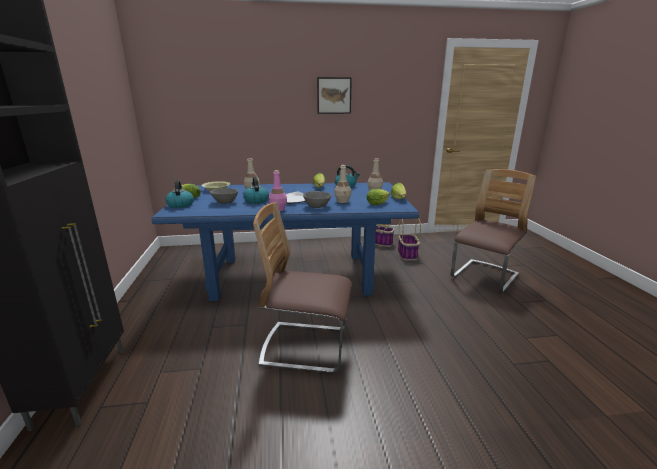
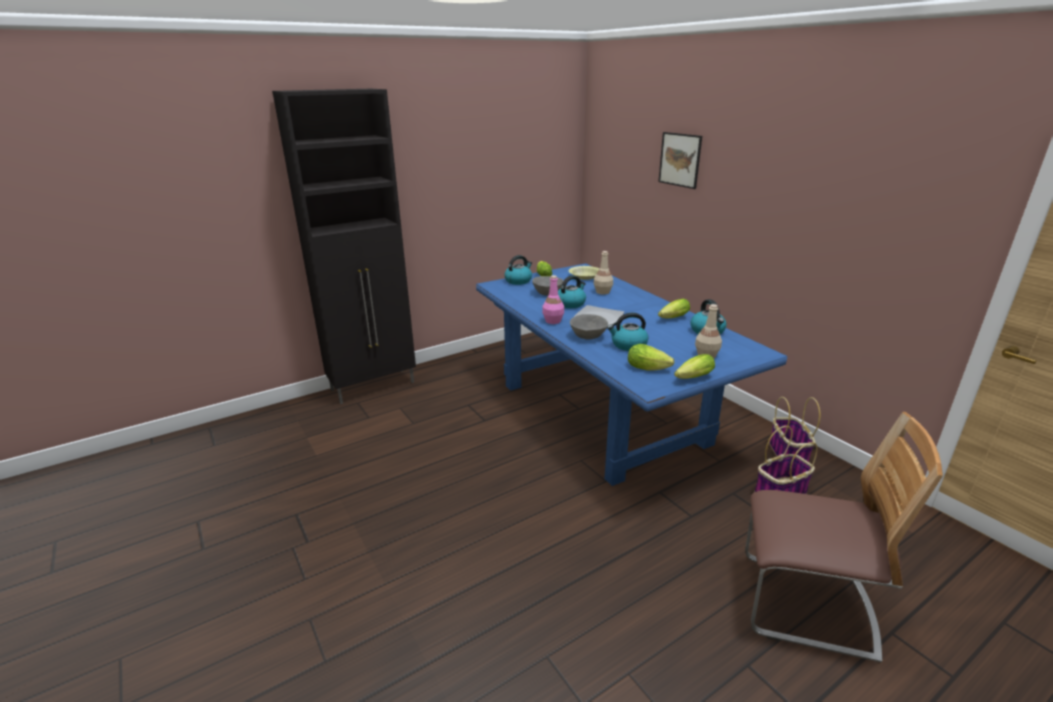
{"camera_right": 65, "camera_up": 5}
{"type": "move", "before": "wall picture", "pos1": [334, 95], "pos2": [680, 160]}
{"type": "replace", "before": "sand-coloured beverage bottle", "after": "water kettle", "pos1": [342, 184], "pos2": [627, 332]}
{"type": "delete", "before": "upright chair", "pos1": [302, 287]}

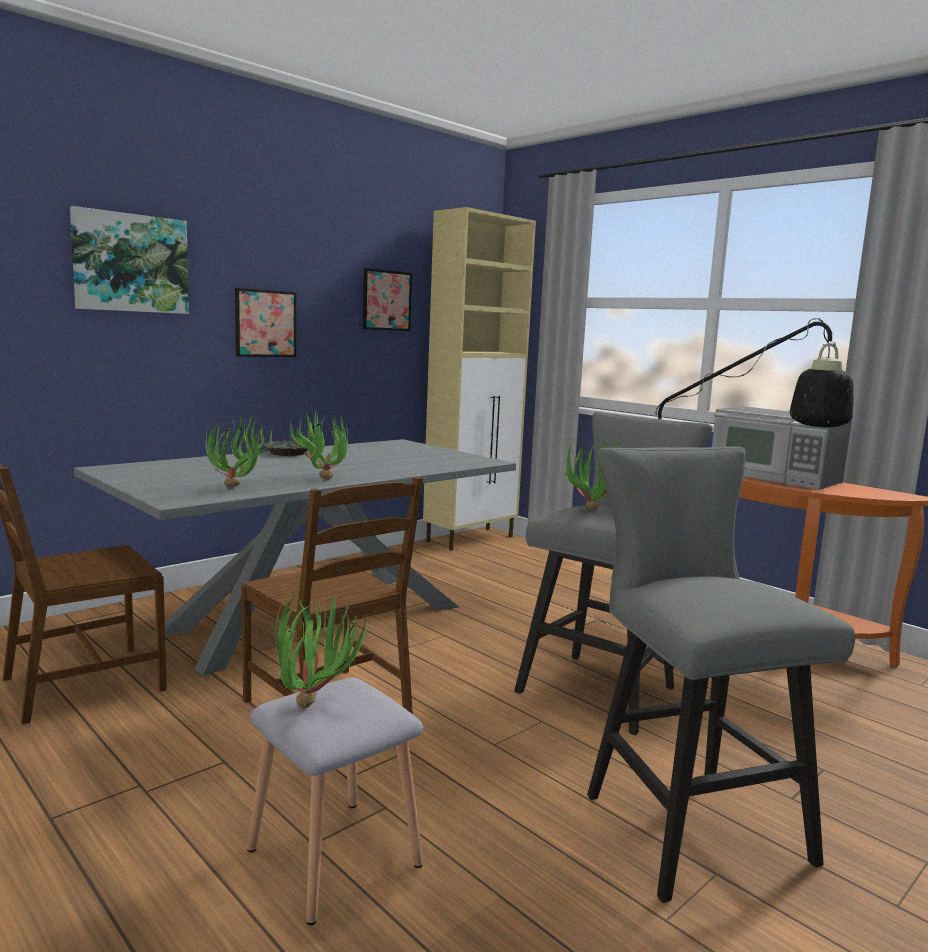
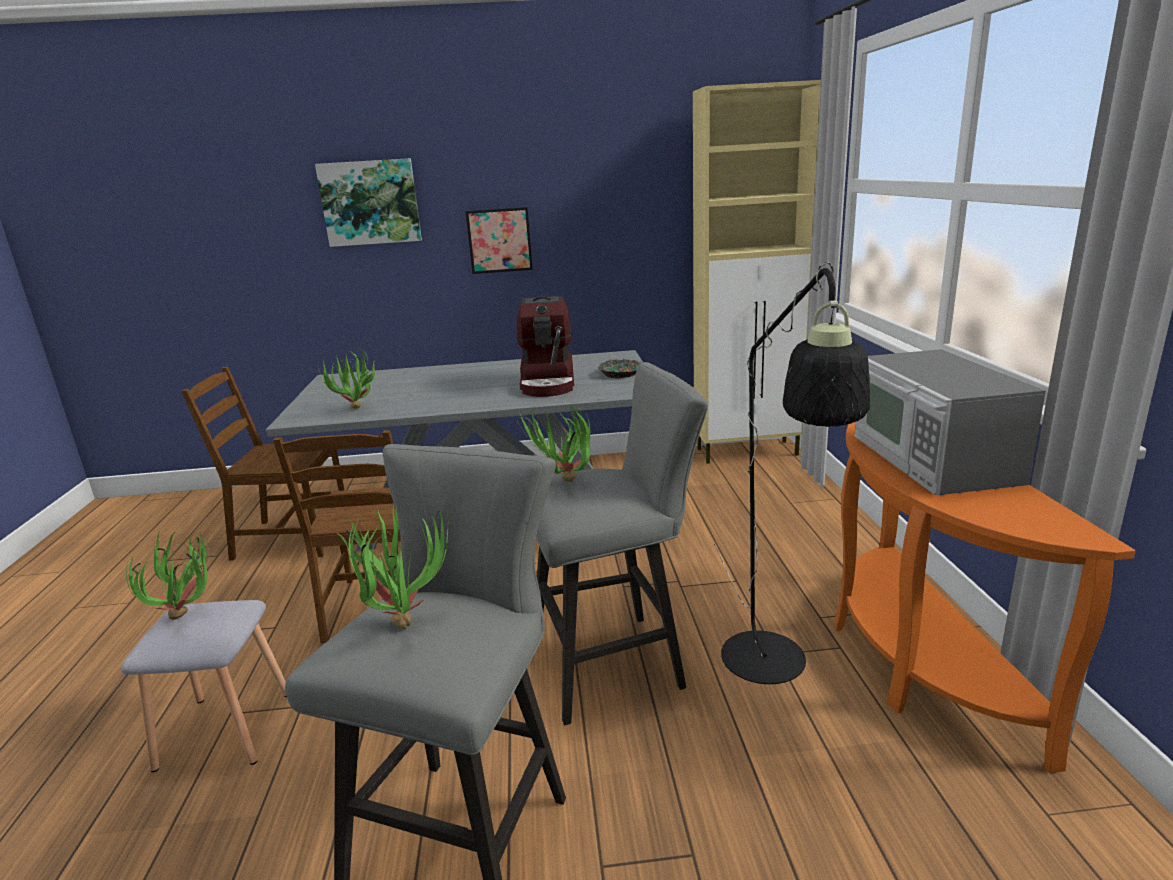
{"camera_right": 40, "camera_up": 10}
{"type": "delete", "before": "wall picture", "pos1": [387, 299]}
{"type": "move", "before": "plant in a pot", "pos1": [318, 445], "pos2": [392, 566]}
{"type": "move", "before": "serving bowl", "pos1": [285, 448], "pos2": [619, 369]}
{"type": "insert", "after": "coffee maker", "pos2": [545, 346]}

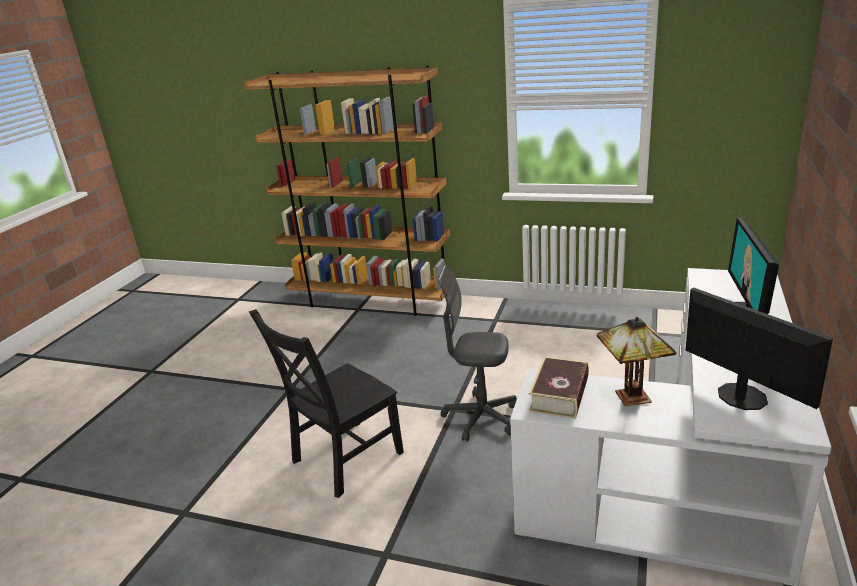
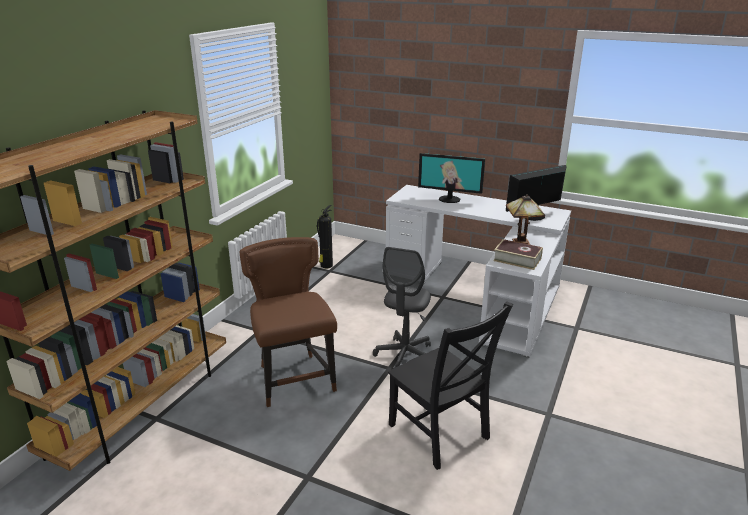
{"camera_right": -85, "camera_up": 0}
{"type": "insert", "after": "fire-fighting cylinder", "pos2": [325, 236]}
{"type": "insert", "after": "brown-coloured upright chair", "pos2": [288, 322]}

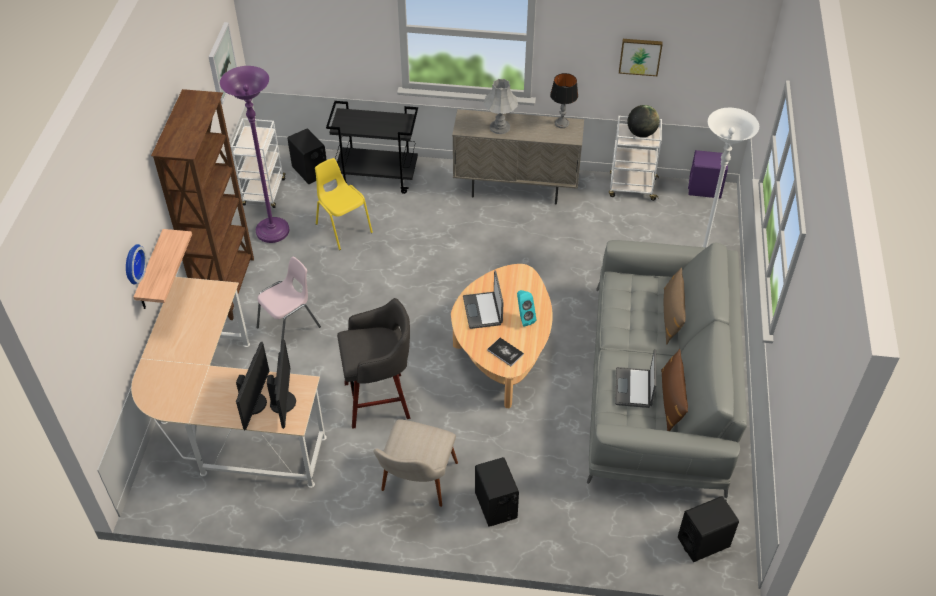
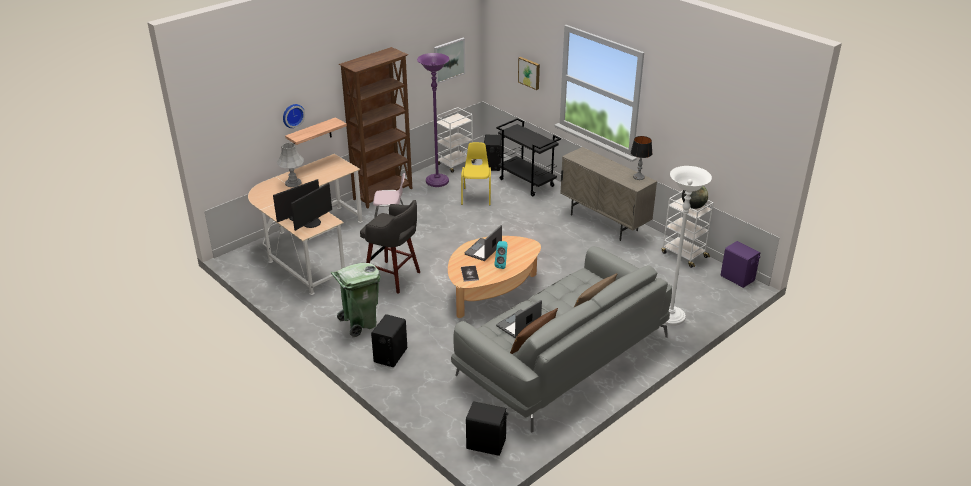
{"camera_right": 40, "camera_up": -15}
{"type": "move", "before": "wall picture", "pos1": [641, 57], "pos2": [529, 73]}
{"type": "move", "before": "grey lamp for a table", "pos1": [501, 106], "pos2": [290, 165]}
{"type": "replace", "before": "sand-coloured upright chair", "after": "greenish trash can", "pos1": [415, 463], "pos2": [356, 300]}

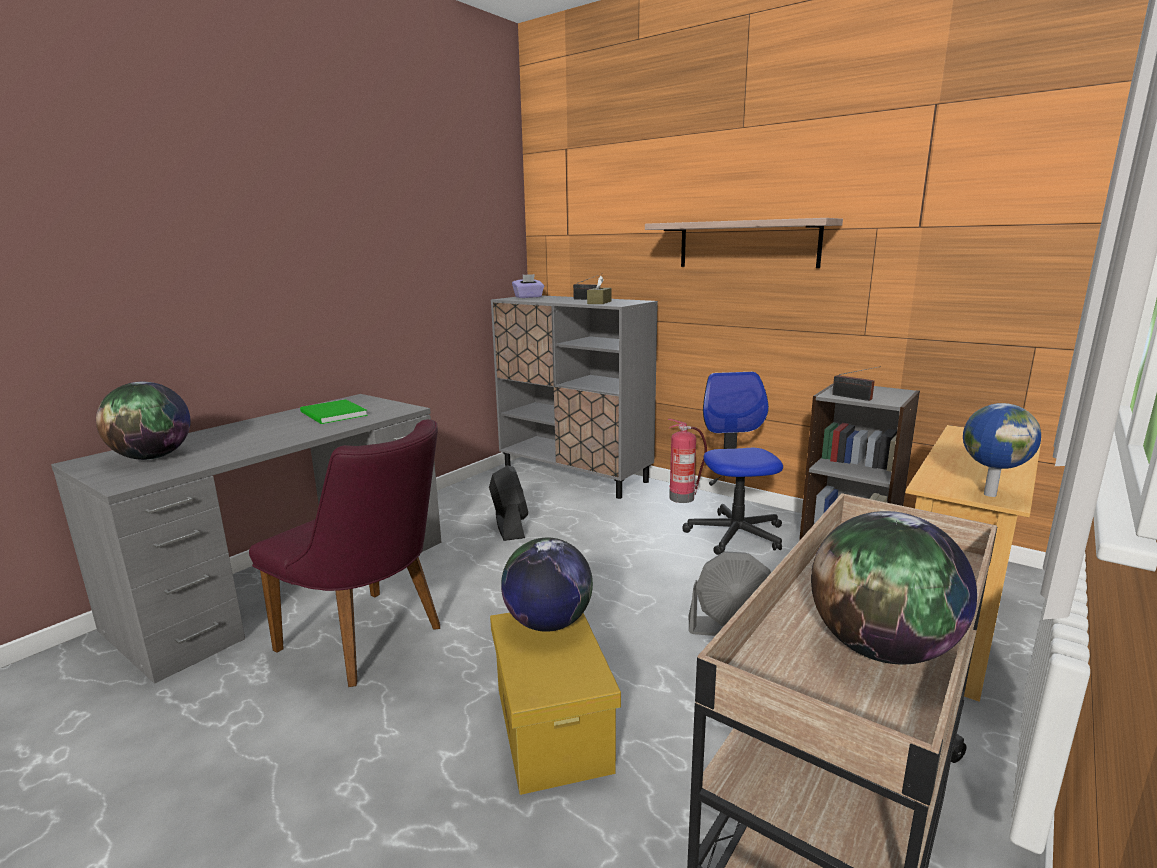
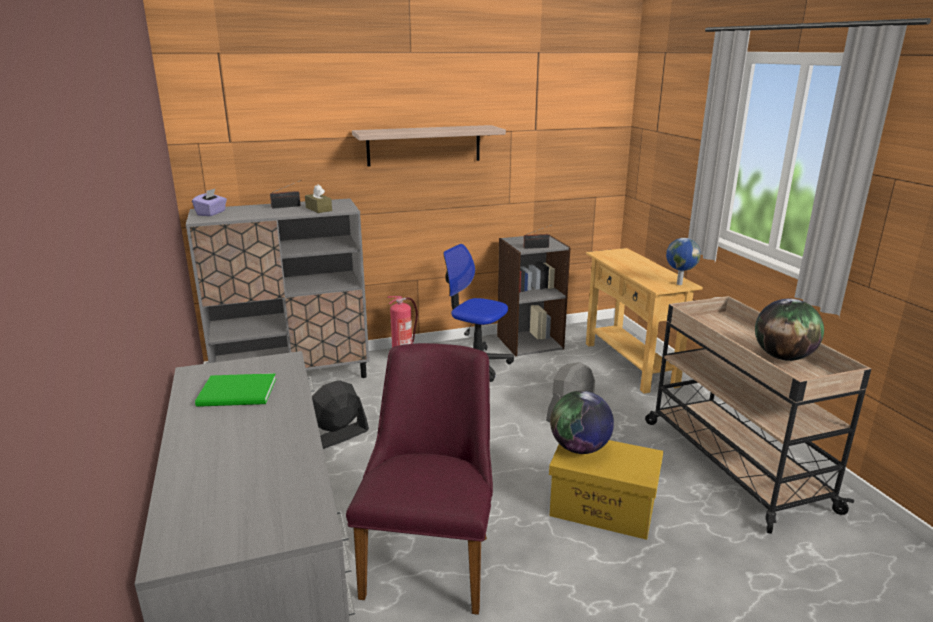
{"camera_right": -55, "camera_up": 5}
{"type": "delete", "before": "desk globe", "pos1": [143, 421]}
{"type": "rotate", "before": "purplish upright chair", "pos1": [344, 553], "pos2": [419, 479], "turn": -60}
{"type": "rotate", "before": "black-coloured cooling fan", "pos1": [508, 503], "pos2": [340, 415], "turn": -60}

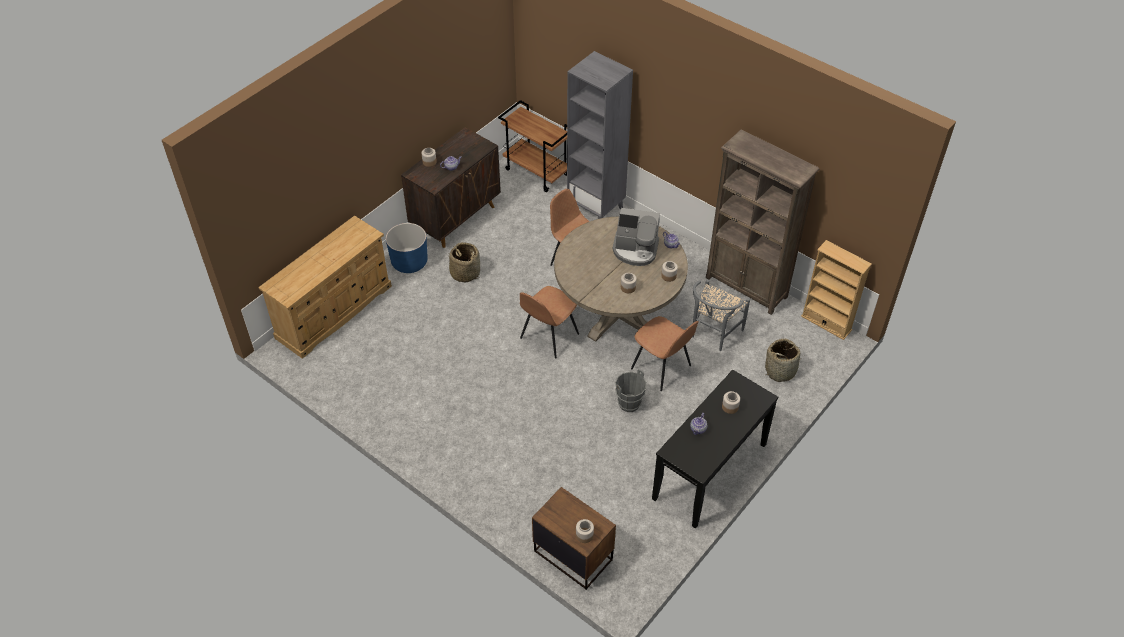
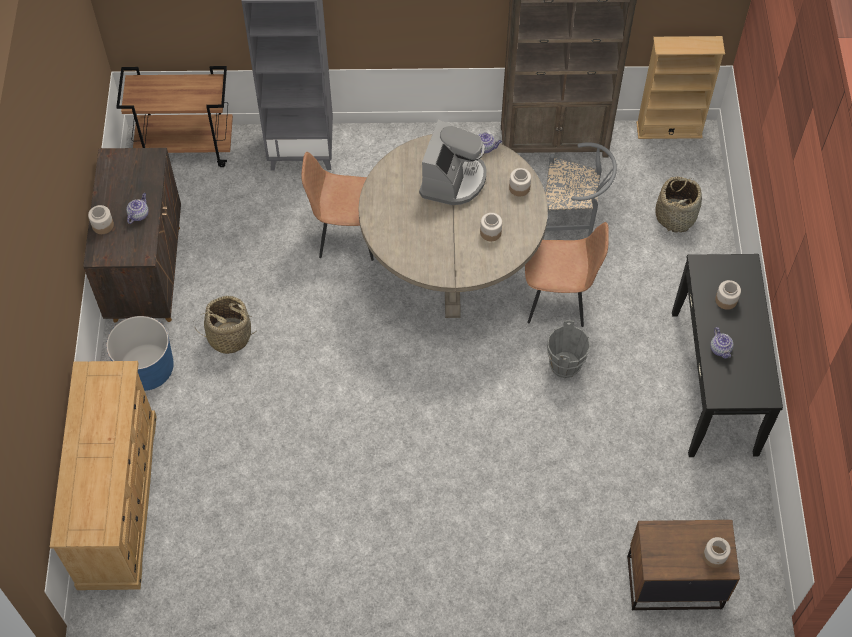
{"camera_right": -40, "camera_up": 10}
{"type": "rotate", "before": "coffee maker", "pos1": [636, 237], "pos2": [453, 162], "turn": -45}
{"type": "rotate", "before": "grey upright chair", "pos1": [721, 315], "pos2": [579, 191], "turn": -75}
{"type": "delete", "before": "brown-coloured upright chair", "pos1": [549, 322]}

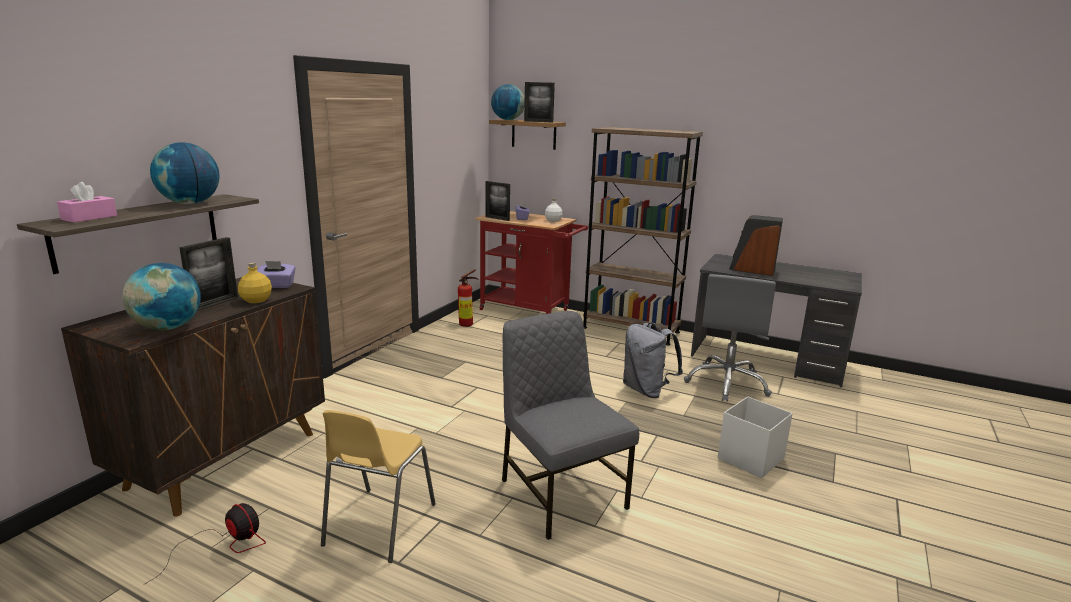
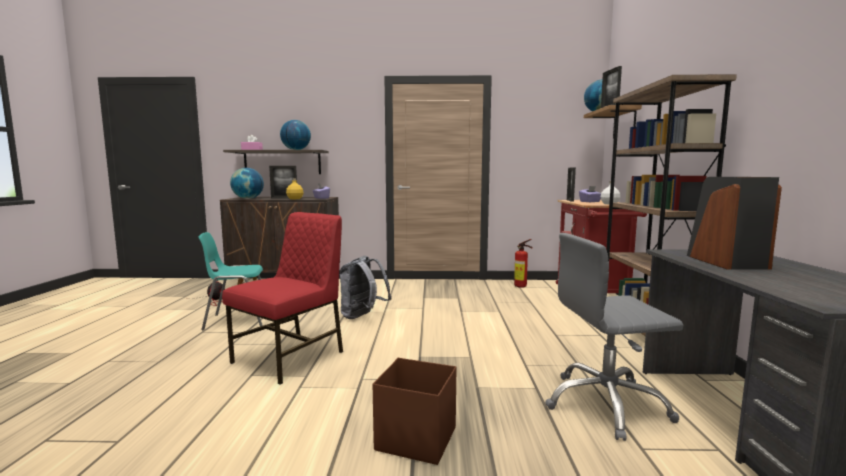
{"camera_right": 65, "camera_up": -10}
{"type": "recolor", "before": "grey upright chair", "after": "reddish upright chair", "pos1": [570, 425], "pos2": [282, 298]}
{"type": "move", "before": "grey backpack", "pos1": [653, 360], "pos2": [366, 287]}
{"type": "recolor", "before": "whitish storage box", "after": "brown-coloured storage box", "pos1": [755, 437], "pos2": [414, 411]}
{"type": "recolor", "before": "yellow-coloured upright chair", "after": "blue-green upright chair", "pos1": [378, 486], "pos2": [230, 281]}

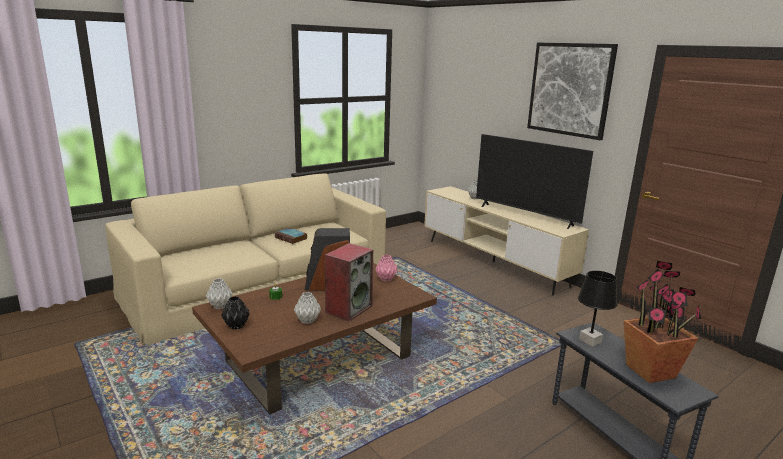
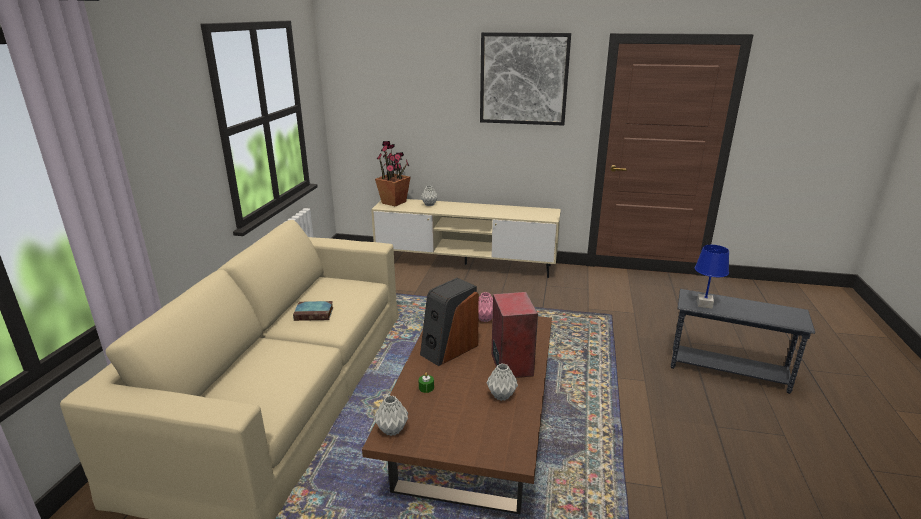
{"camera_right": -40, "camera_up": 5}
{"type": "delete", "before": "TV", "pos1": [534, 181]}
{"type": "move", "before": "plant in a pot", "pos1": [663, 322], "pos2": [393, 174]}
{"type": "recolor", "before": "black-coloured lamp for a table", "after": "bluish lamp for a table", "pos1": [597, 309], "pos2": [712, 277]}
{"type": "delete", "before": "black-coloured decorative vase", "pos1": [235, 312]}

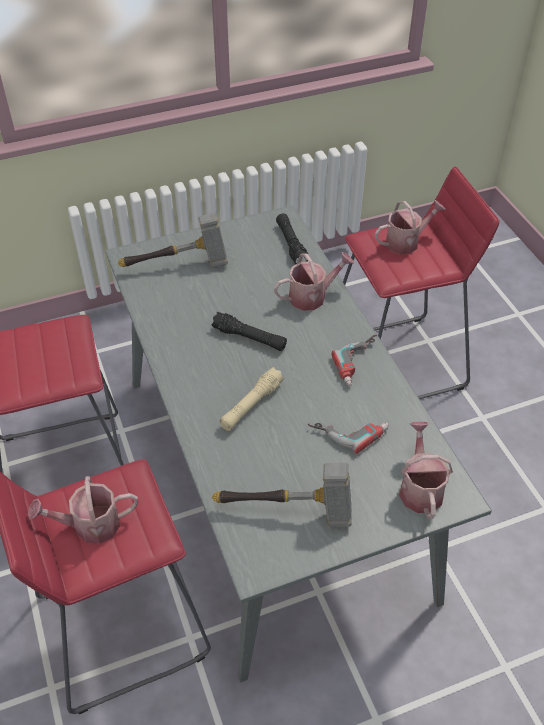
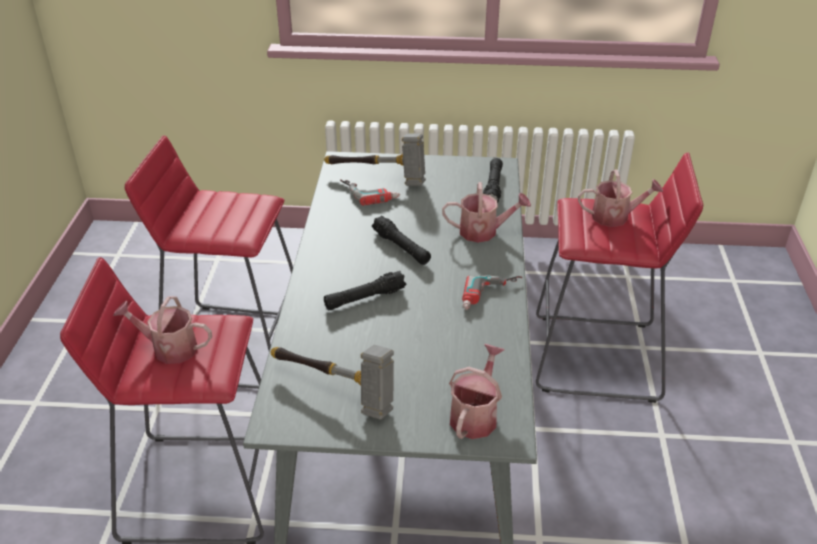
{"camera_right": 25, "camera_up": -10}
{"type": "recolor", "before": "sand-coloured torch", "after": "black-coloured torch", "pos1": [251, 399], "pos2": [365, 290]}
{"type": "move", "before": "drill", "pos1": [348, 438], "pos2": [370, 192]}

